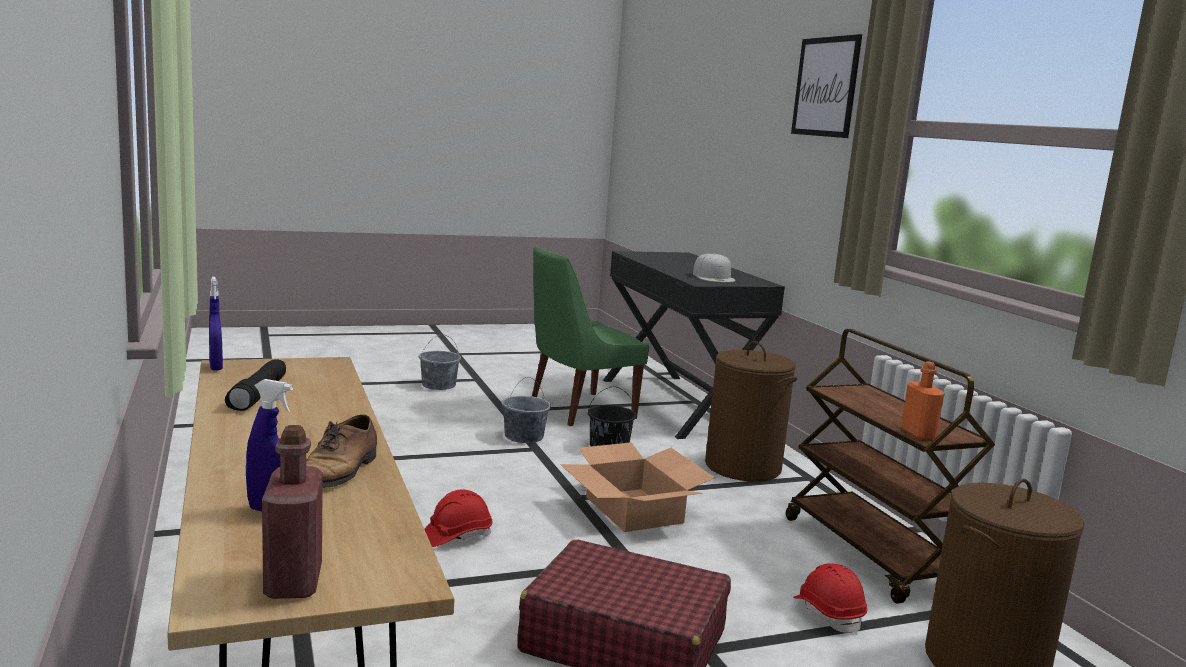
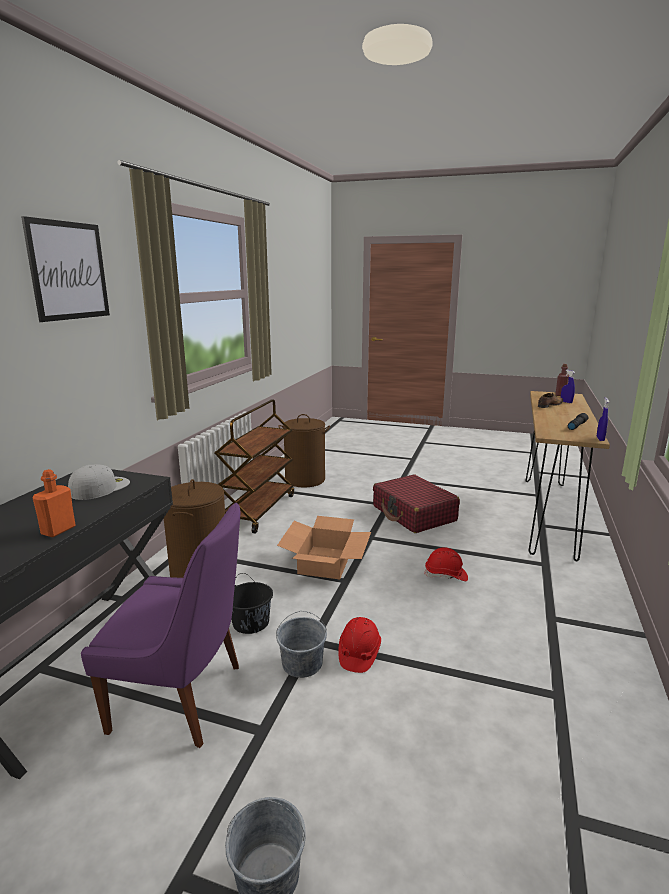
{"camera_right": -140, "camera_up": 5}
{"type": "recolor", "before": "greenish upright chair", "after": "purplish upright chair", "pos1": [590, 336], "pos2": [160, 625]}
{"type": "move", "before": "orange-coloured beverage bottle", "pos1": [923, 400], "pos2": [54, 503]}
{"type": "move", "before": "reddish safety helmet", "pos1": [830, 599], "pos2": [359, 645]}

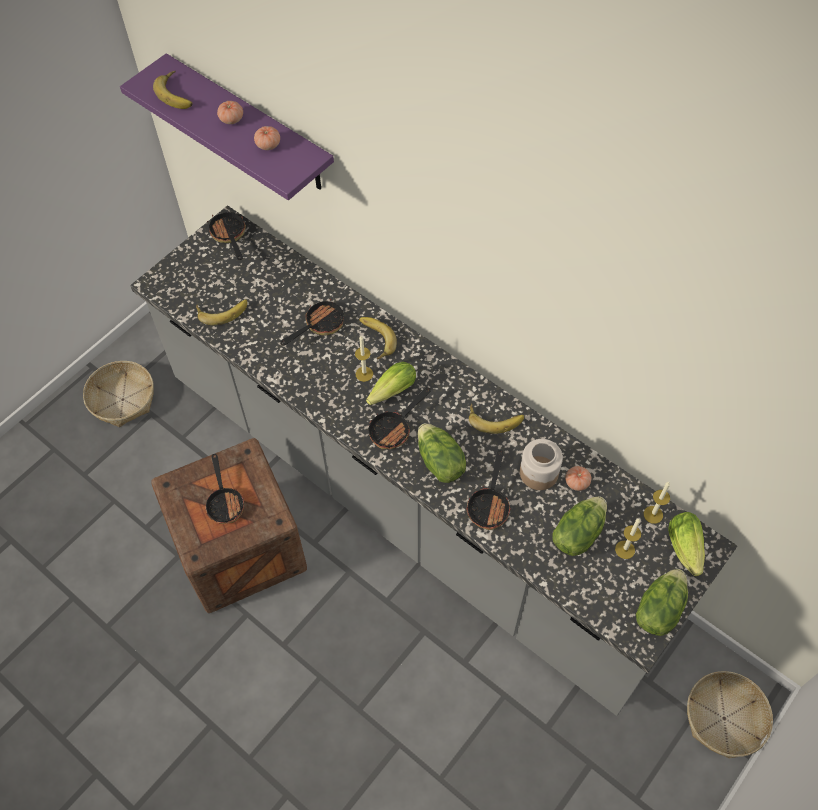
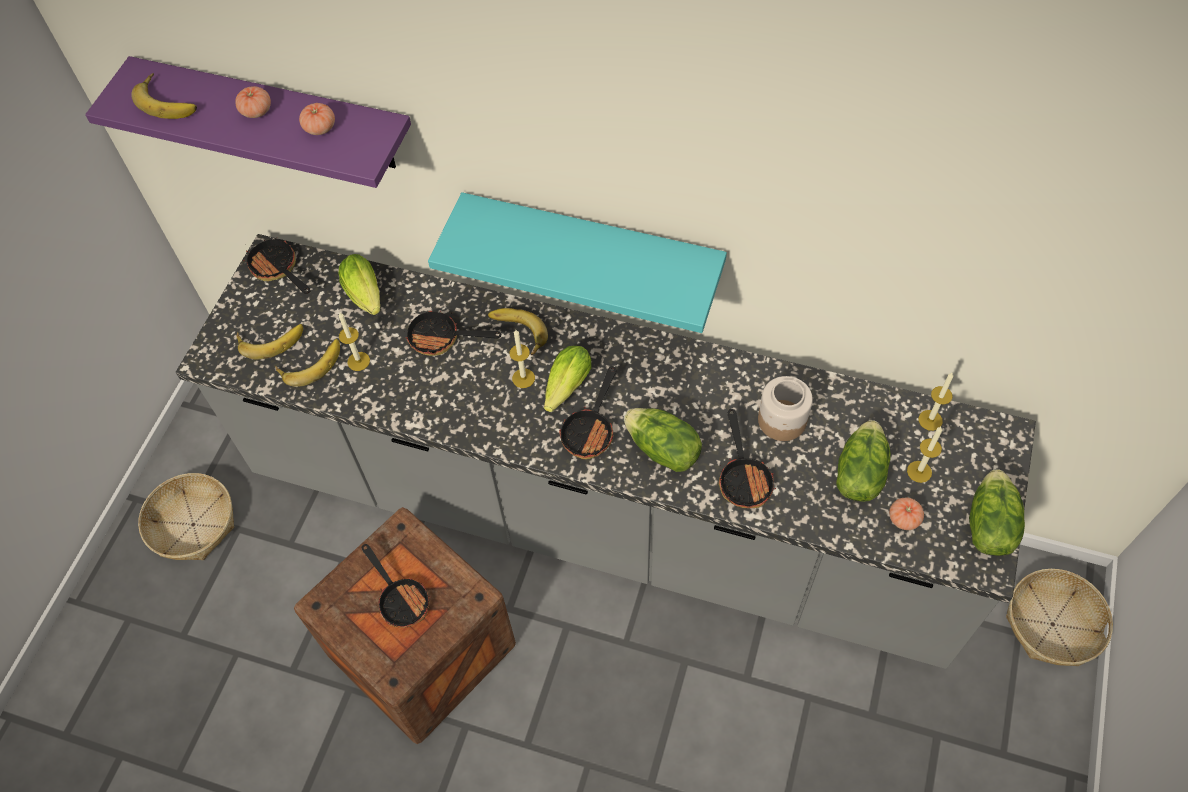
{"camera_right": -20, "camera_up": 0}
{"type": "rotate", "before": "skillet", "pos1": [312, 322], "pos2": [453, 331], "turn": -105}
{"type": "move", "before": "whole banana", "pos1": [496, 419], "pos2": [270, 342]}
{"type": "move", "before": "whole tomato", "pos1": [578, 478], "pos2": [906, 514]}
{"type": "move", "before": "head of lettuce", "pos1": [686, 544], "pos2": [359, 284]}
{"type": "insert", "after": "blue-green wall shelf", "pos2": [577, 262]}
{"type": "insert", "after": "wax candle", "pos2": [354, 342]}

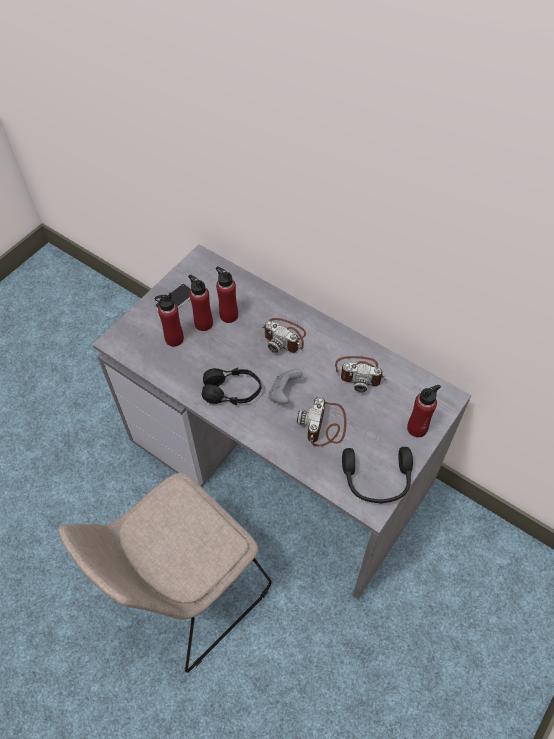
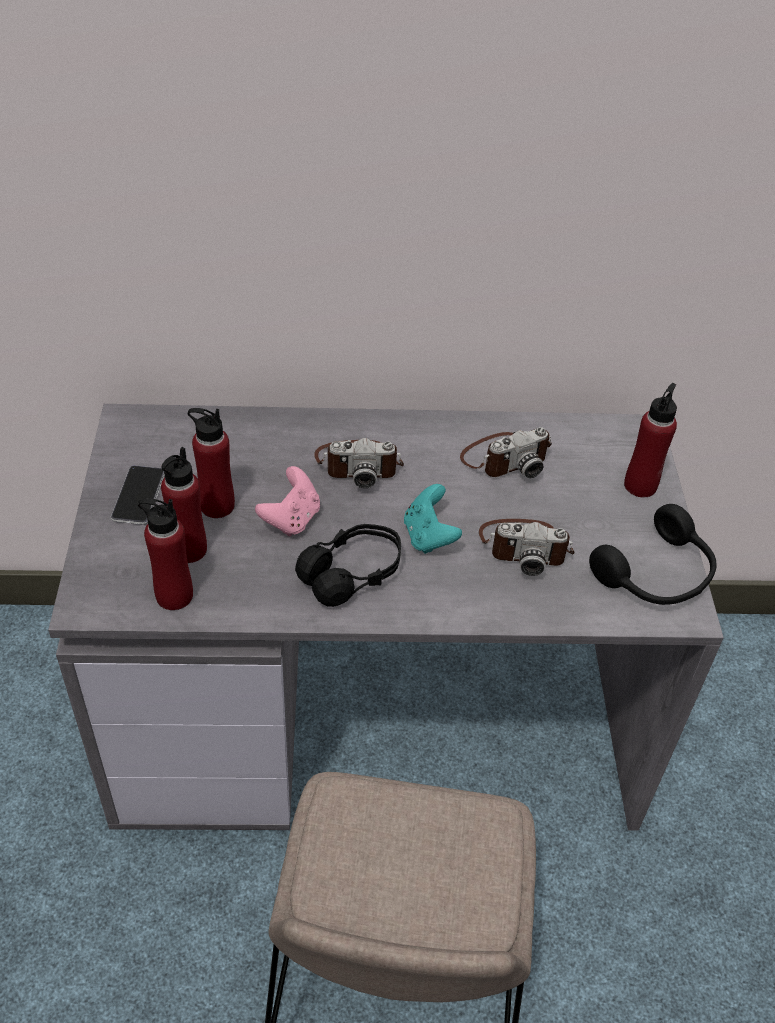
{"camera_right": -40, "camera_up": -10}
{"type": "move", "before": "reddish beverage bottle", "pos1": [227, 294], "pos2": [165, 554]}
{"type": "recolor", "before": "grey gamepad", "after": "blue-green gamepad", "pos1": [285, 386], "pos2": [433, 519]}
{"type": "rotate", "before": "photo camera", "pos1": [322, 422], "pos2": [526, 547], "turn": -60}
{"type": "insert", "after": "pink-coloured gamepad", "pos2": [287, 501]}

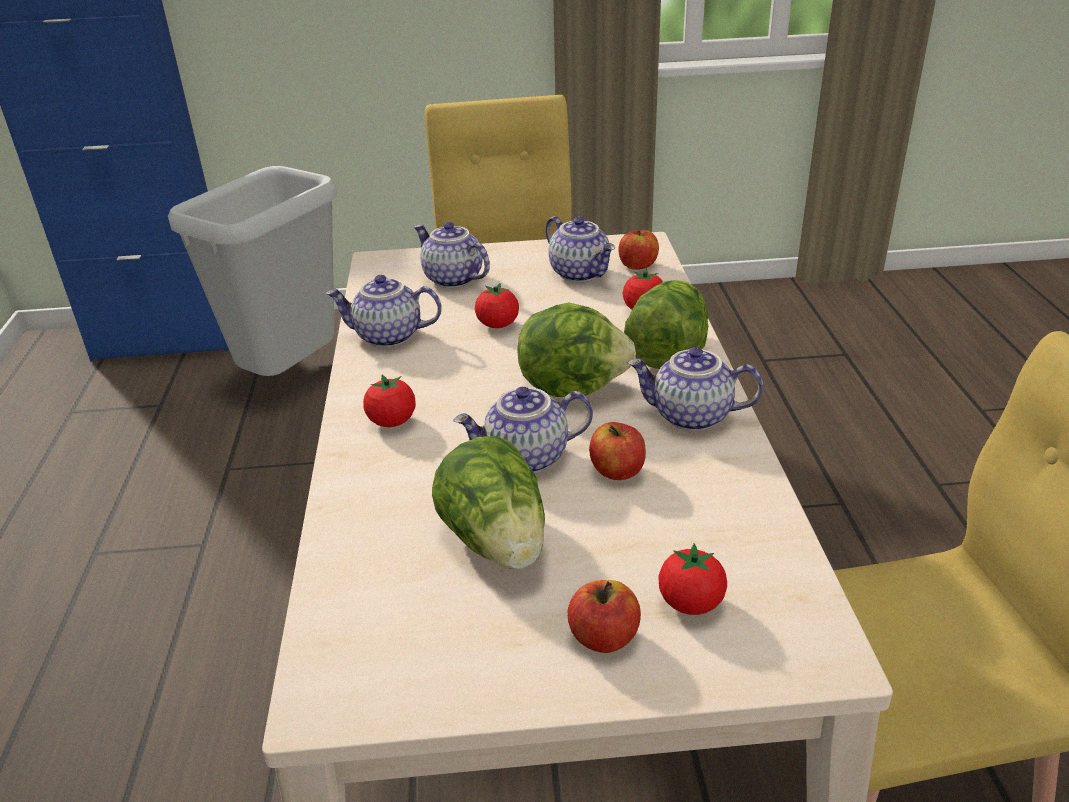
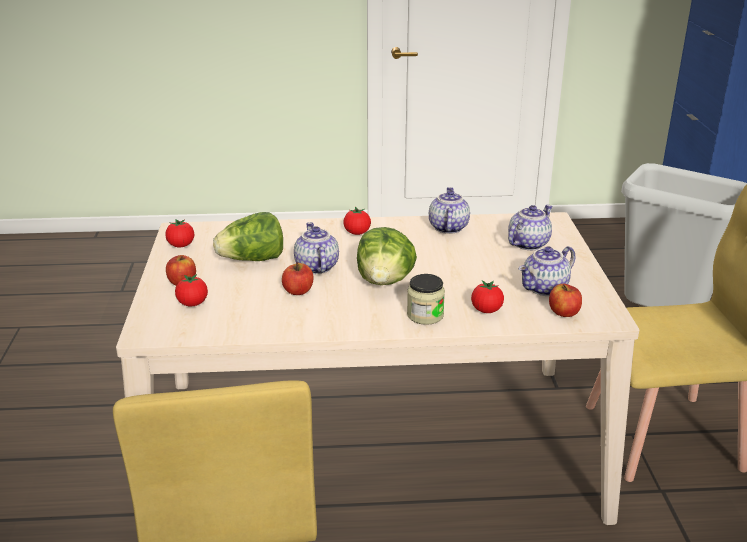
{"camera_right": 90, "camera_up": -5}
{"type": "replace", "before": "head of lettuce", "after": "storage jar", "pos1": [666, 324], "pos2": [426, 299]}
{"type": "move", "before": "whole tomato", "pos1": [497, 305], "pos2": [179, 233]}
{"type": "delete", "before": "tea pot", "pos1": [695, 389]}

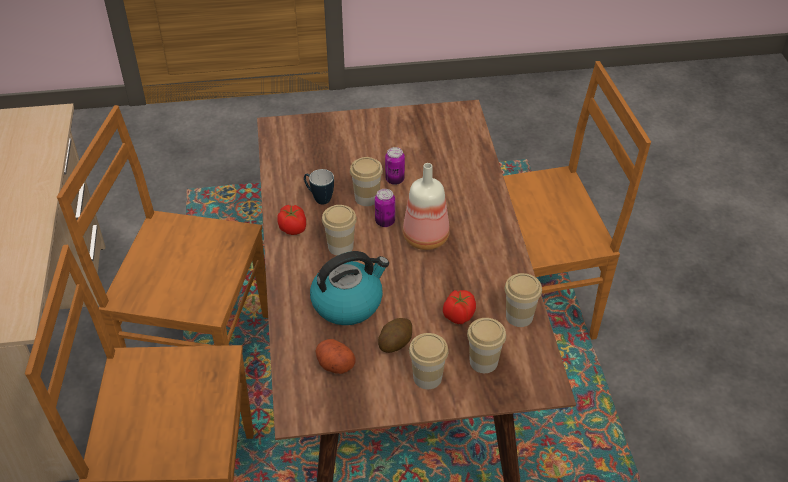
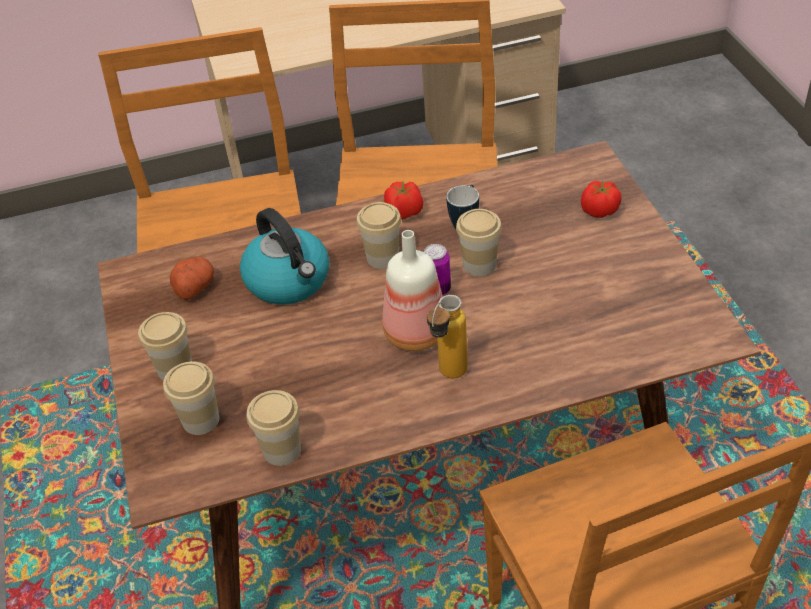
{"camera_right": 85, "camera_up": 0}
{"type": "delete", "before": "sealed can", "pos1": [395, 166]}
{"type": "move", "before": "whole tomato", "pos1": [459, 307], "pos2": [601, 199]}
{"type": "delete", "before": "potato", "pos1": [395, 335]}
{"type": "insert", "after": "beverage bottle", "pos2": [447, 336]}

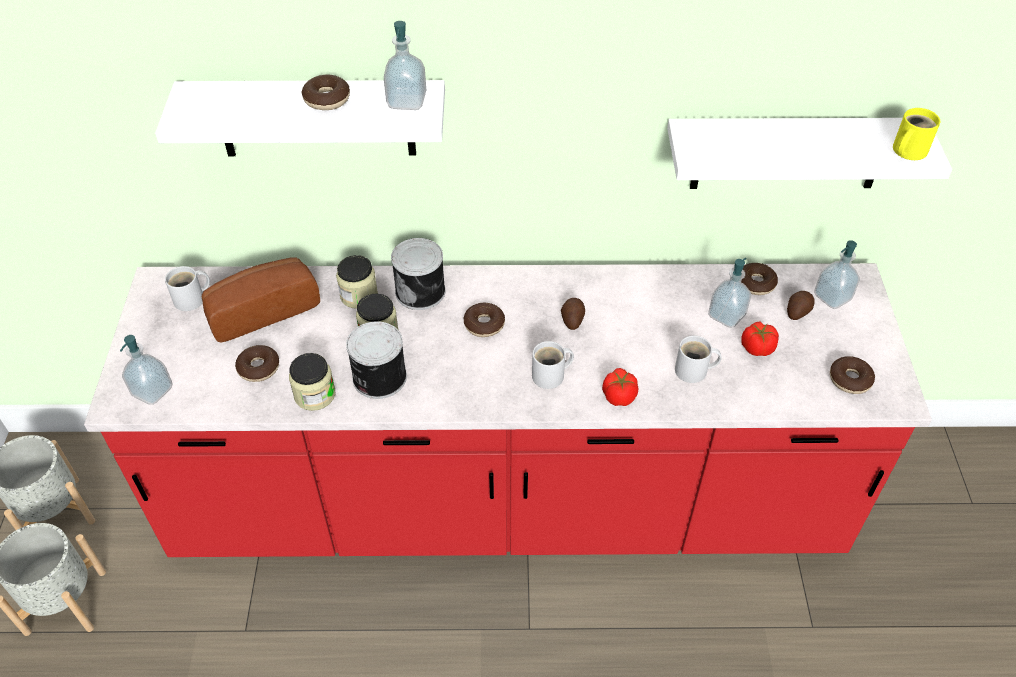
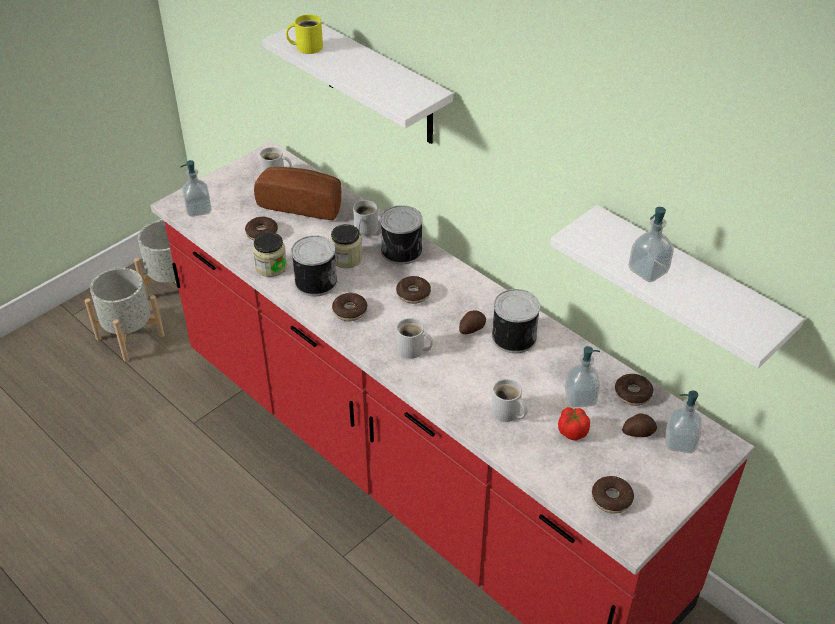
{"camera_right": 45, "camera_up": -5}
{"type": "move", "before": "soap bottle", "pos1": [405, 65], "pos2": [651, 244]}
{"type": "move", "before": "doughnut", "pos1": [325, 92], "pos2": [349, 307]}
{"type": "move", "before": "yellow-coloured mug", "pos1": [916, 134], "pos2": [304, 34]}
{"type": "replace", "before": "storage jar", "after": "whitish mug", "pos1": [357, 282], "pos2": [365, 218]}
{"type": "delete", "before": "whole tomato", "pos1": [620, 387]}
{"type": "insert", "after": "sealed can", "pos2": [516, 321]}

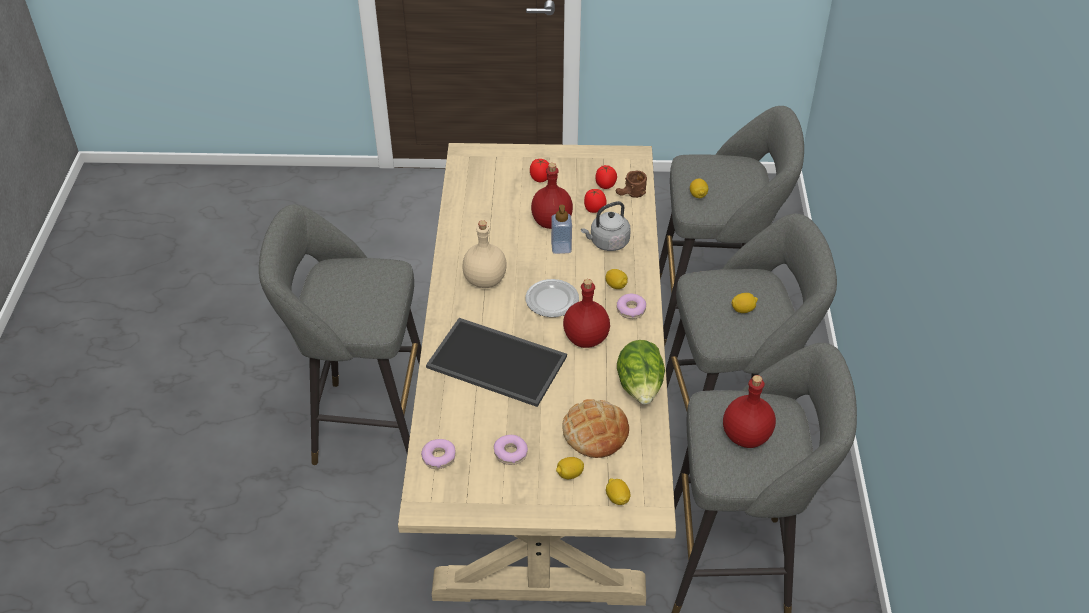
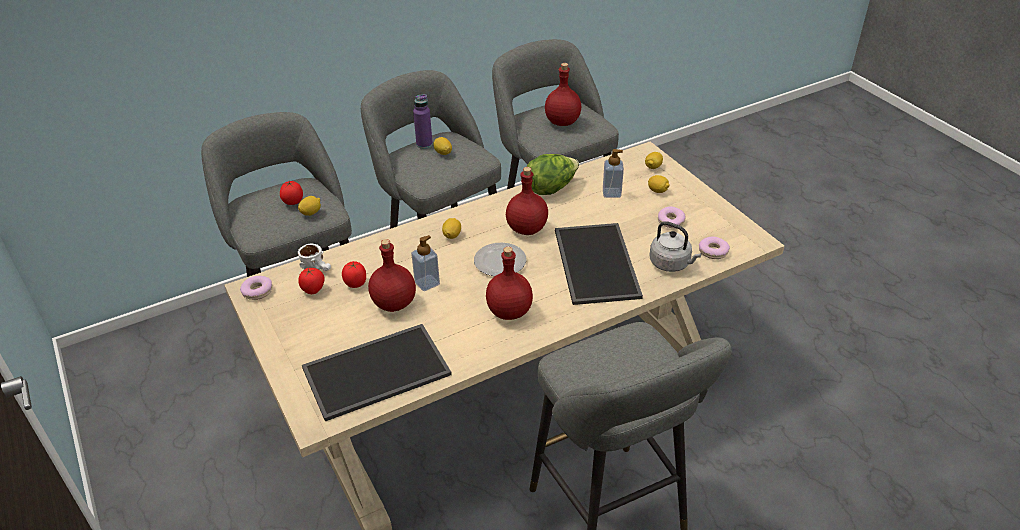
{"camera_right": -120, "camera_up": -5}
{"type": "move", "before": "whole tomato", "pos1": [539, 170], "pos2": [291, 193]}
{"type": "recolor", "before": "brown-coloured mug", "after": "whitish mug", "pos1": [631, 184], "pos2": [314, 257]}
{"type": "move", "before": "grey water kettle", "pos1": [606, 226], "pos2": [676, 246]}
{"type": "recolor", "before": "sand-coloured beverage bottle", "after": "reddish beverage bottle", "pos1": [484, 254], "pos2": [509, 283]}
{"type": "move", "before": "doughnut", "pos1": [631, 306], "pos2": [256, 288]}
{"type": "replace", "before": "bakery bread", "after": "soap bottle", "pos1": [595, 428], "pos2": [613, 173]}
{"type": "insert", "after": "purplish beverage bottle", "pos2": [423, 121]}
{"type": "insert", "after": "serving tray", "pos2": [377, 372]}

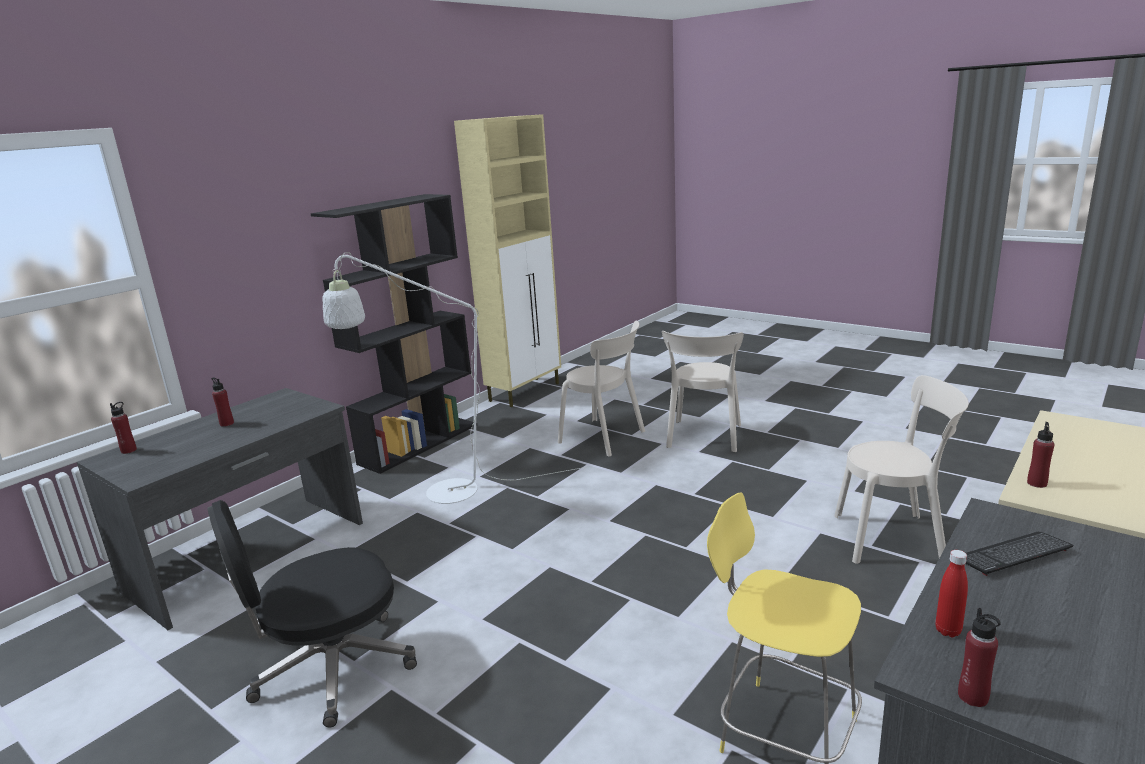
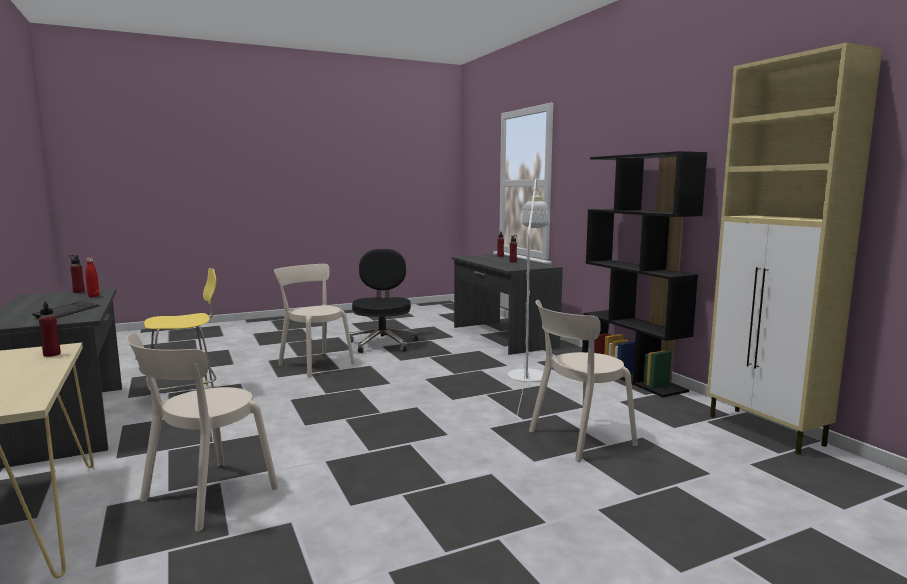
{"camera_right": 115, "camera_up": -10}
{"type": "move", "before": "sand-coloured upright chair", "pos1": [703, 391], "pos2": [314, 320]}

